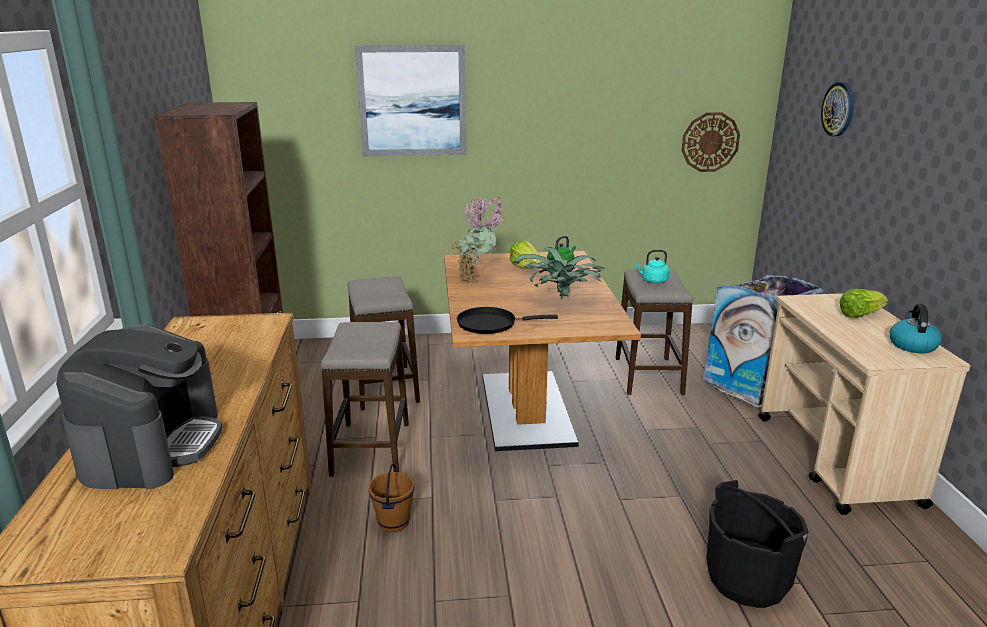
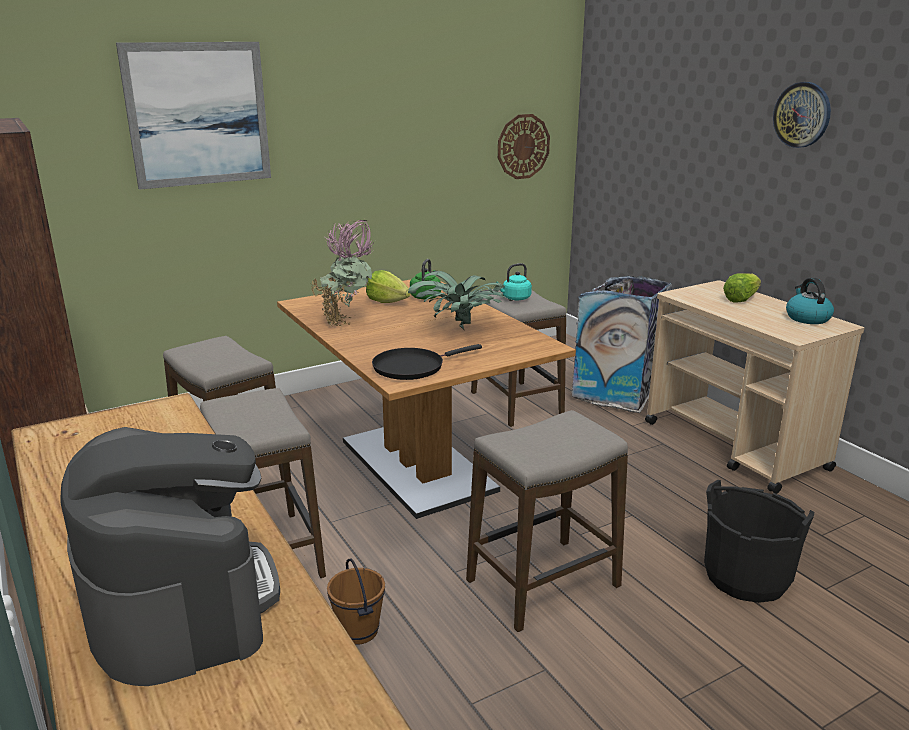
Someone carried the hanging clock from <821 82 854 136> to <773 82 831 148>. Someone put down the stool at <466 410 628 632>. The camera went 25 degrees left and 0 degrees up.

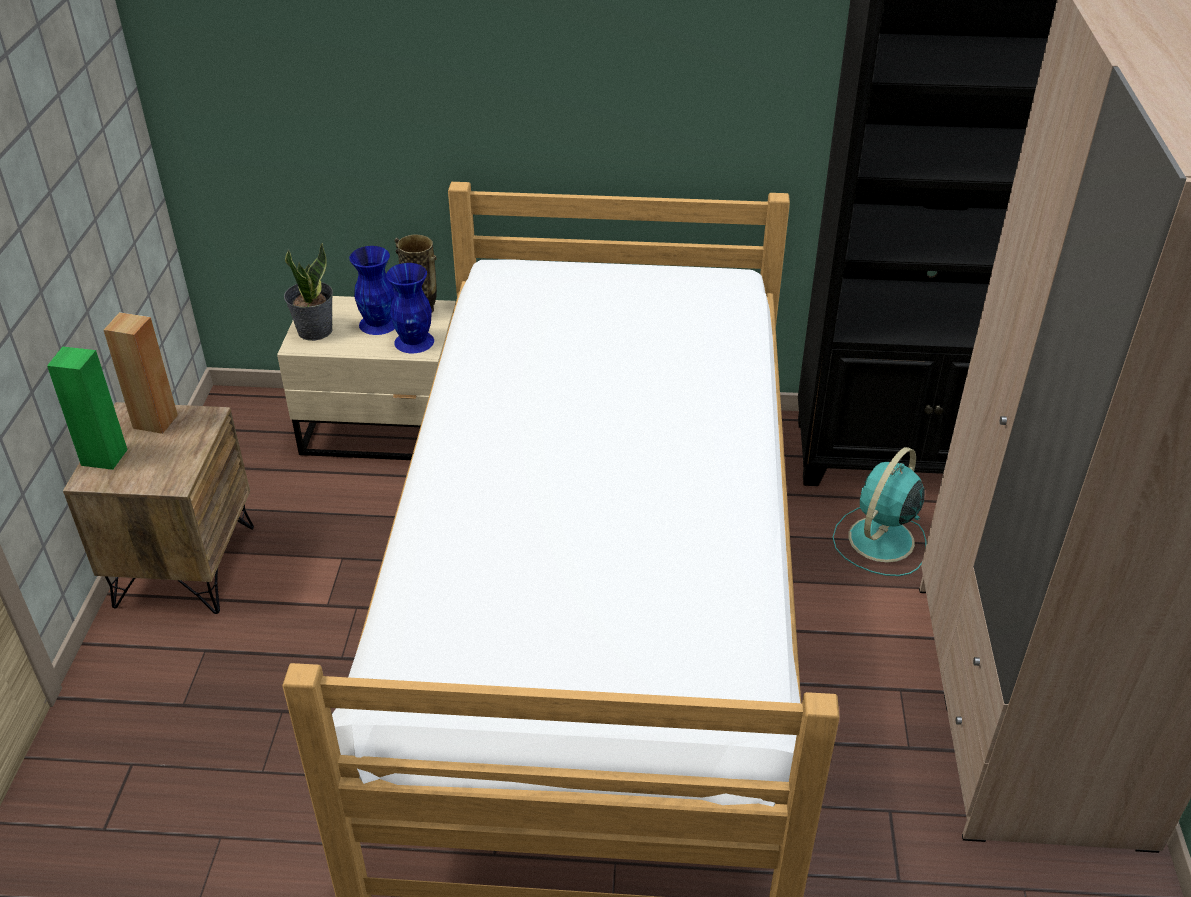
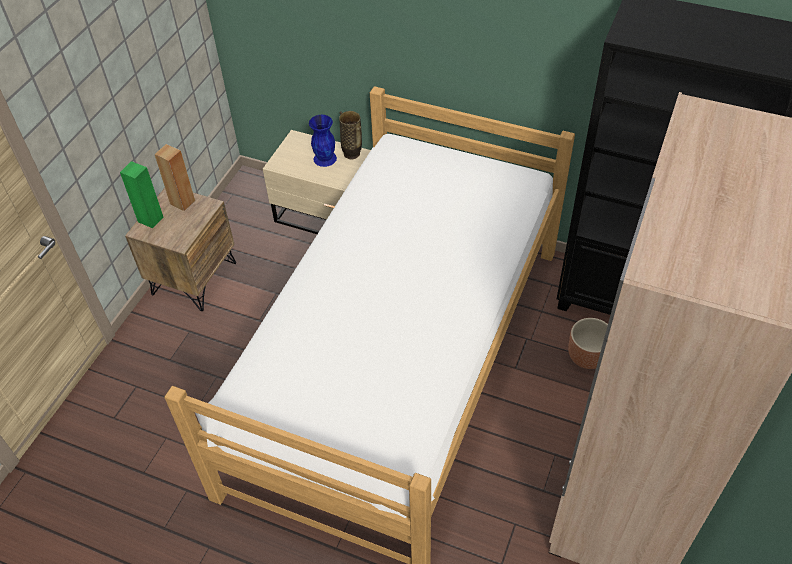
Someone took away the houseplant at <284 243 333 341>. Someone took away the decorative vase (blue-coloured) at <386 263 434 353>. Someone swapped the fan (blue-green) at <832 447 926 576> for the planter (brown-coloured) at <568 318 608 369>. The camera went 20 degrees right and 10 degrees up.

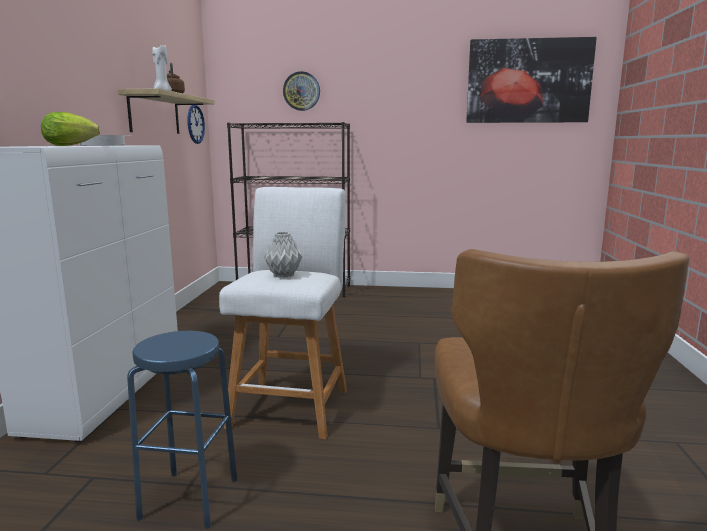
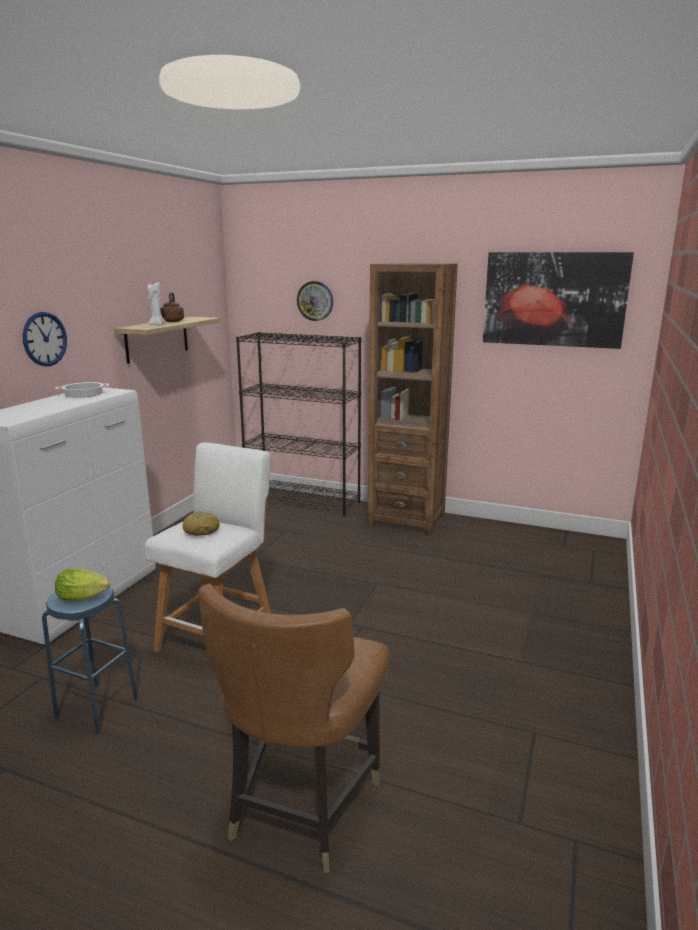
Someone carried the head of lettuce from <41 112 100 146> to <55 568 110 601>. Someone carried the hanging clock from <188 105 205 144> to <23 312 67 366>. Someone swapped the decorative vase (gray) at <264 232 302 278> for the baked bread at <183 511 219 536>. Someone put down the bookcase (brown-coloured) at <367 263 458 536>. The camera went 15 degrees right and 5 degrees up.

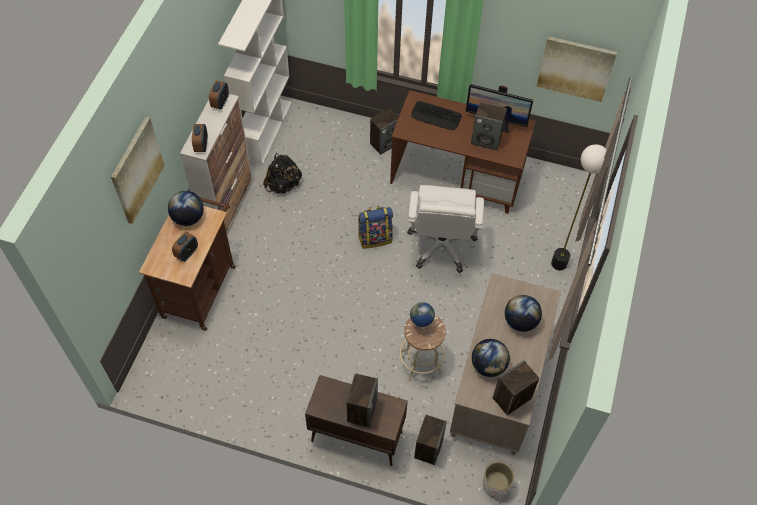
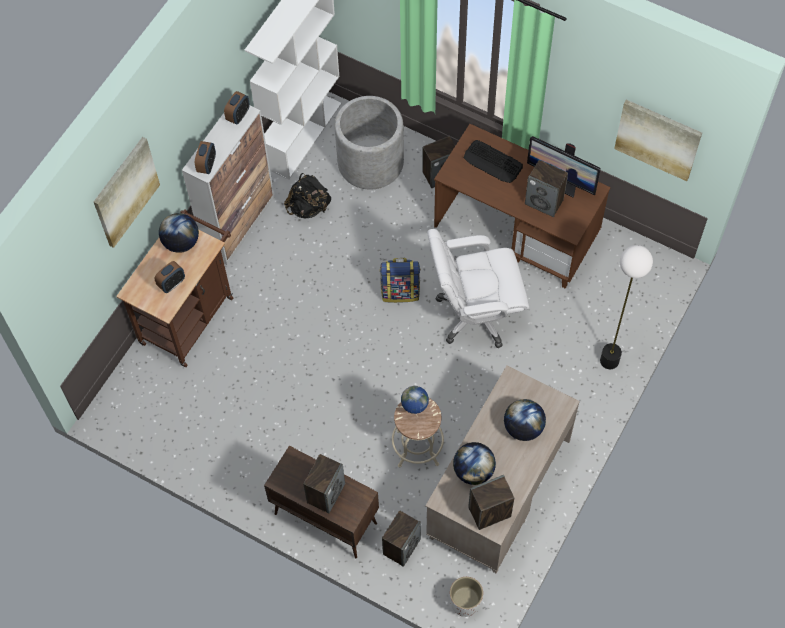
Someone rotated the office chair (white-coloured) at <407 185 484 273> by 60 degrees clockwise. Someone put down the planter (gray) at <335 96 404 190>. The camera went 15 degrees right and 5 degrees up.

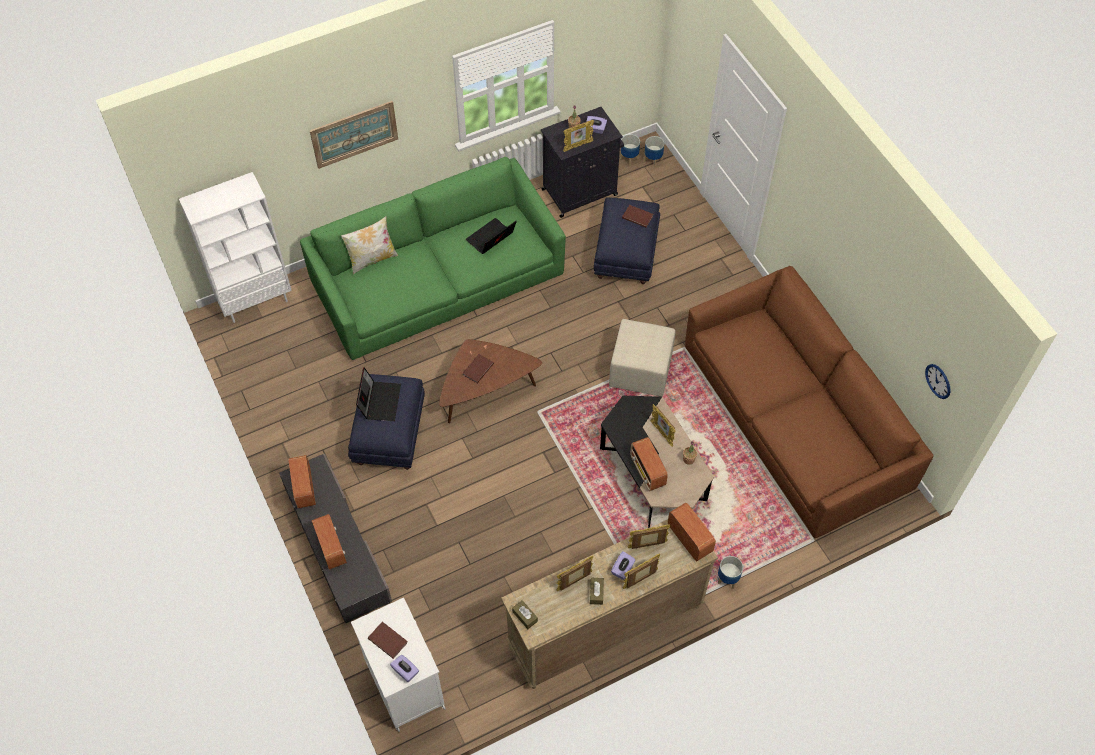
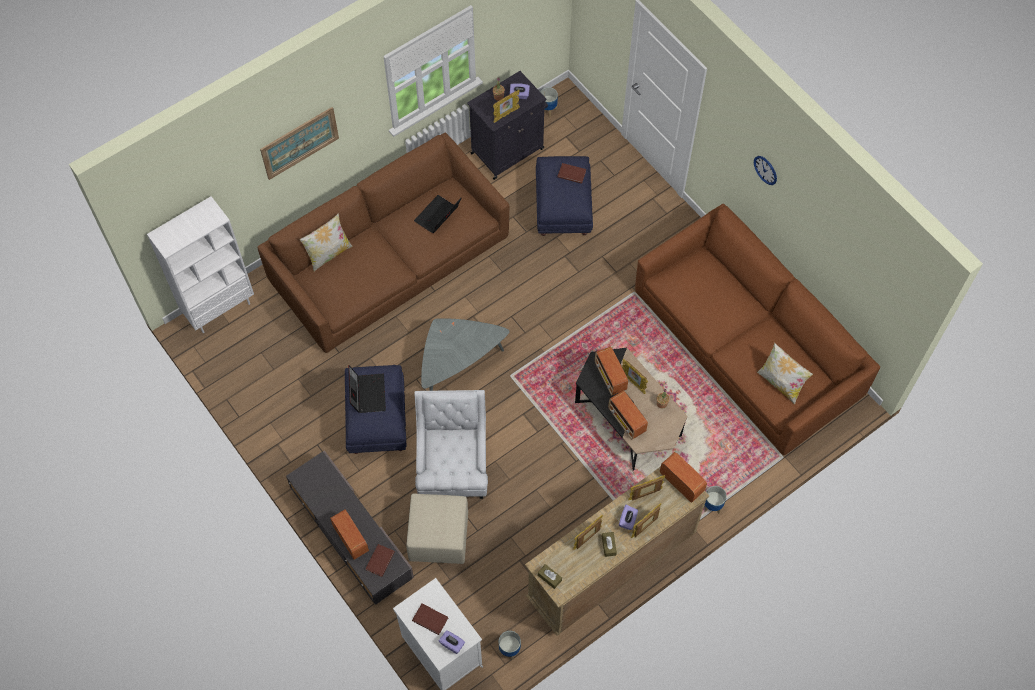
Someone carried the radio from <288 455 316 508> to <595 346 628 395>. Someone repainted the sofa (greenish) at <300 157 566 360>, which became the sofa (brown-coloured) at <258 133 509 353>. Someone repainted the lounge table (brown-coloured) at <439 339 542 423>, which became the lounge table (gray) at <421 319 509 391>. Someone carried the book (brown-coloured) from <462 354 494 383> to <365 544 395 577>. Someone carried the footrest (sand-coloured) from <609 319 676 397> to <406 494 468 564>. Someone carried the planter from <644 136 664 168> to <499 631 521 660>. Someone carried the hanging clock from <925 364 951 399> to <754 156 777 185>. Someone put down the lounge chair (white-coloured) at <415 390 488 499>. Someone put down the cushion at <757 342 813 404>. The camera went 10 degrees left and 5 degrees up.

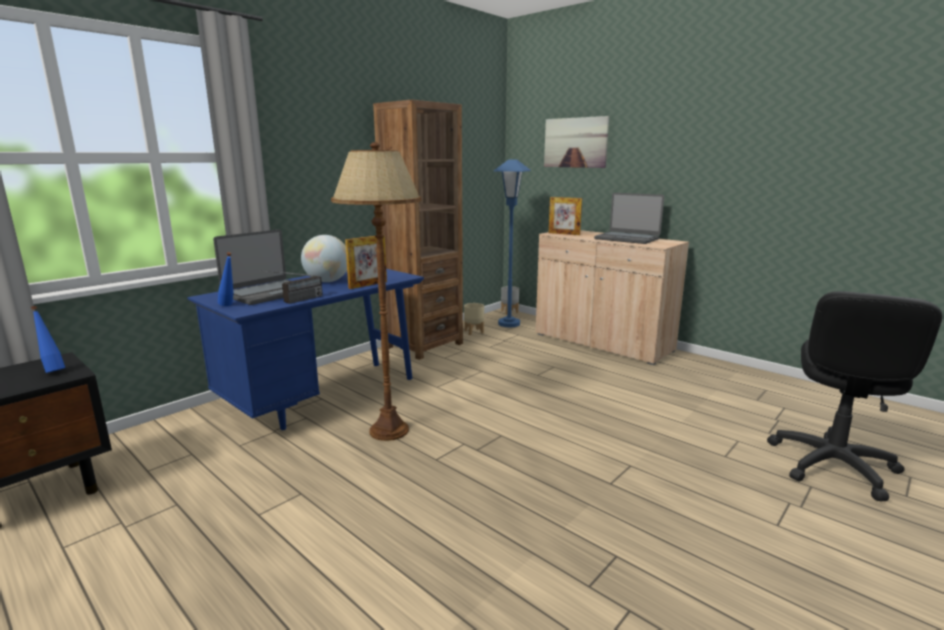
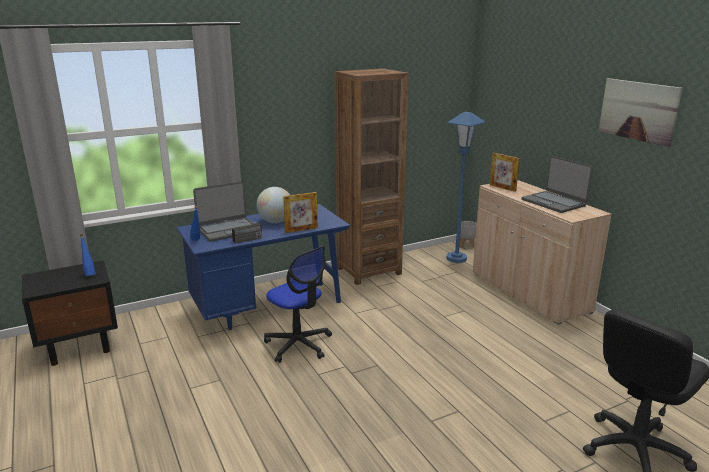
Someone swapped the standard lamp (brown-coloured) at <331 142 421 441> for the office chair at <264 246 332 363>. Someone took away the planter (sand-coloured) at <464 303 484 335>. Someone carried the picture from <544 116 609 168> to <599 78 683 147>. The camera went 20 degrees right and 5 degrees up.

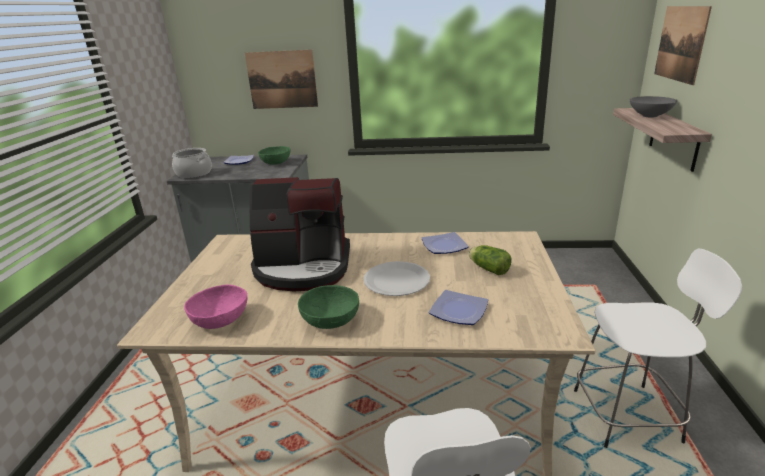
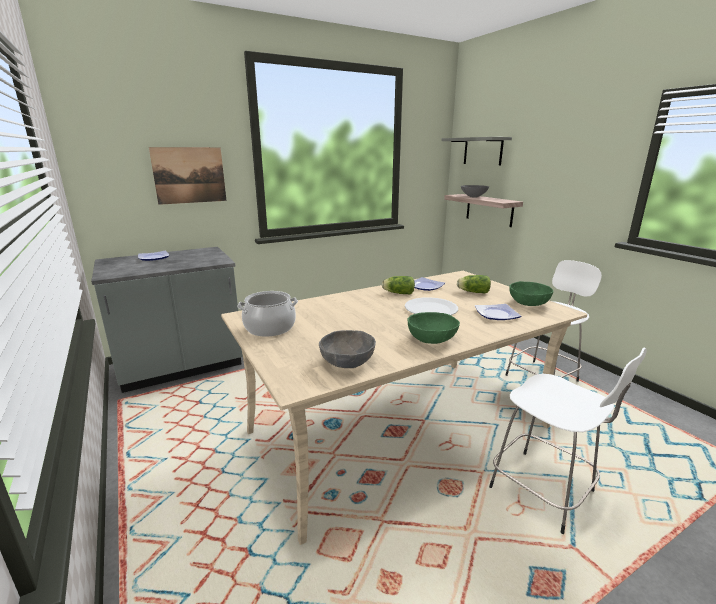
Someone carried the saucepot from <172 148 212 178> to <237 291 298 337>. Someone repainted the bowl (pink-coloured) at <184 284 247 329>, which became the bowl (gray) at <319 330 376 368>. Someone took away the coffee maker at <250 177 350 291>. Someone carried the bowl (greenish) from <258 146 291 165> to <509 281 554 306>. Someone swapped the picture at <654 6 712 85> for the shelf (gray) at <441 137 512 165>. Someone put down the head of lettuce at <382 276 415 294>. The camera went 35 degrees left and 5 degrees down.

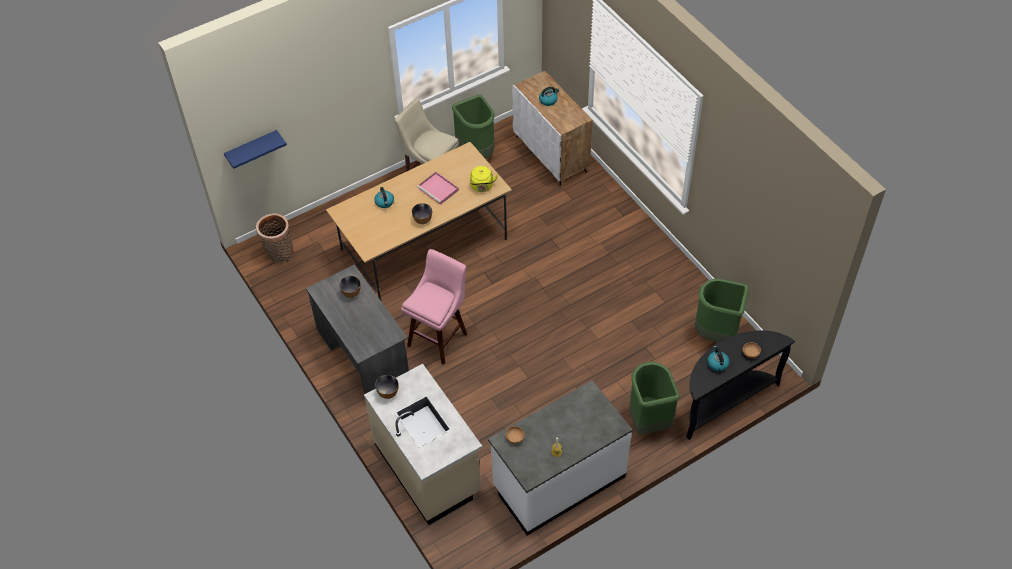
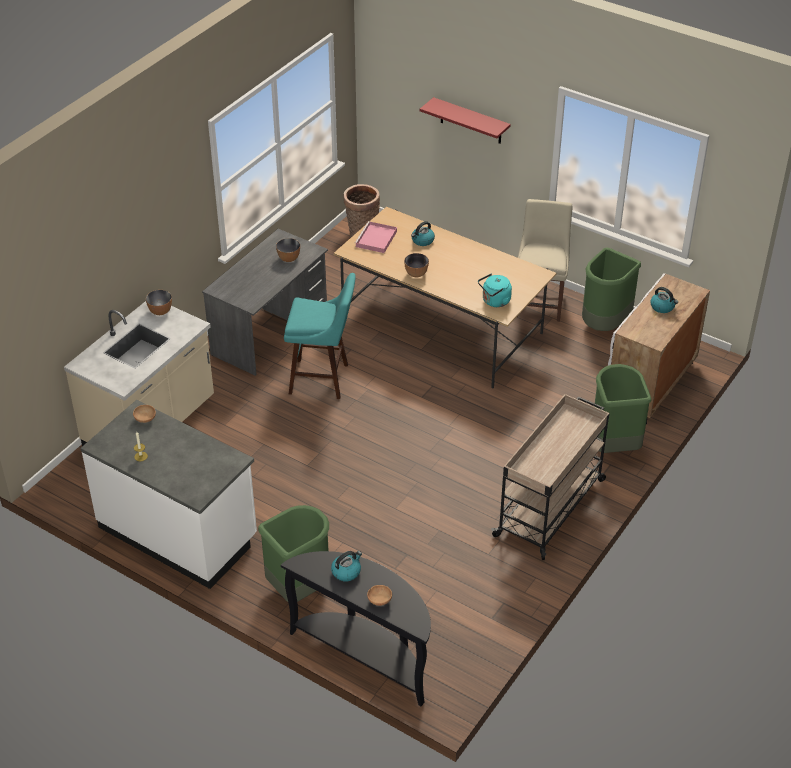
Someone took away the shelf (blue-coloured) at <224 130 287 169>. Someone repainted the stool (pink-coloured) at <401 249 467 365>, which became the stool (blue-green) at <284 273 356 399>. Someone carried the carrying tray (pink-coloured) from <417 172 459 205> to <354 221 397 253>. Someone repainted the water kettle (yellow) at <470 166 498 192>, which became the water kettle (blue-green) at <478 274 512 307>. Someone carried the trash can (greenish) from <695 279 749 343> to <594 364 652 453>. Someone put up the shelf (reddish) at <420 97 511 144>. Someone put down the cart (sand-coloured) at <491 394 609 560>. The camera went 65 degrees right and 10 degrees down.

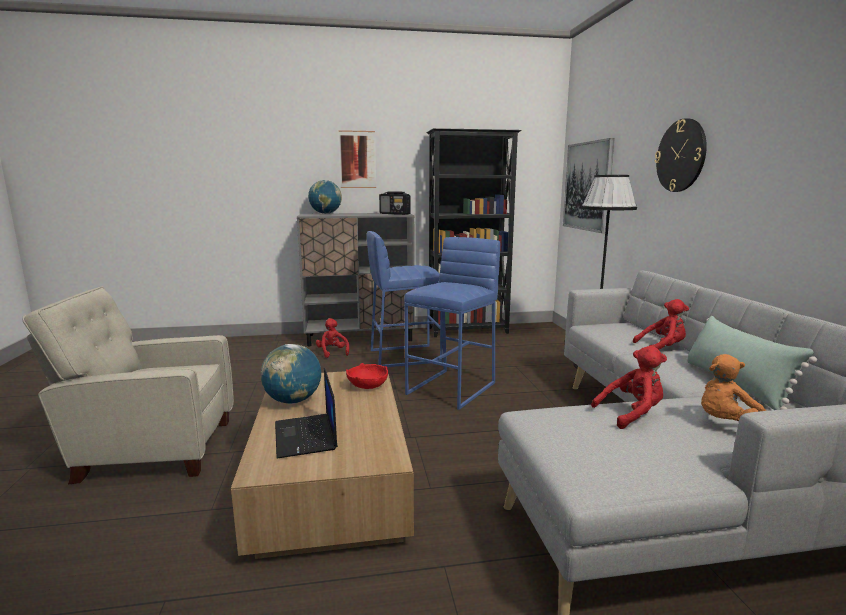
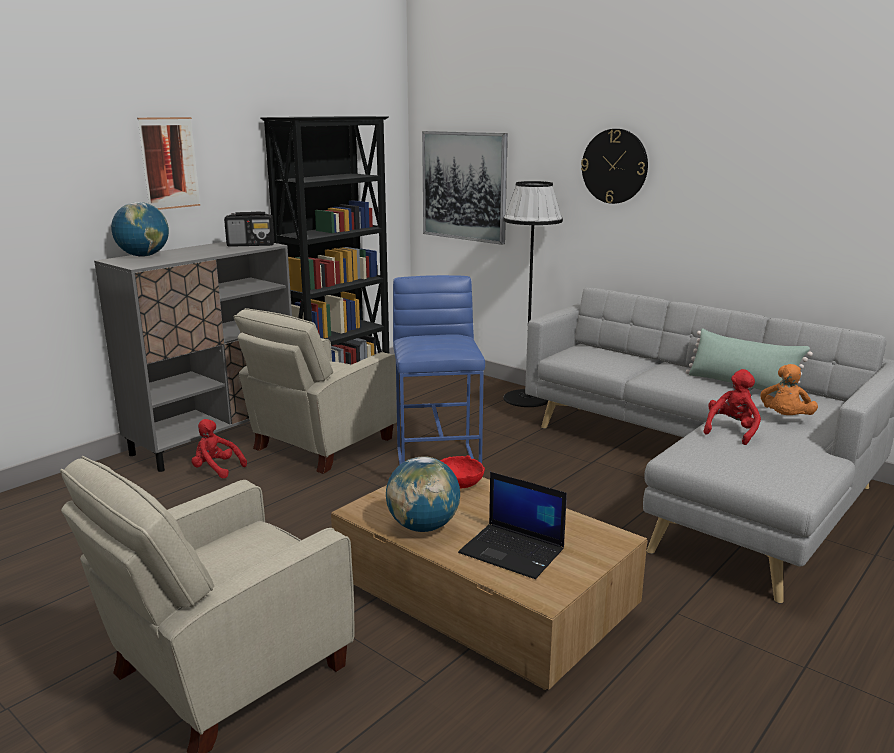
Someone swapped the stool (blue-coloured) at <367 231 443 367> for the lounge chair (sand-coloured) at <234 308 397 474>. Someone took away the cuddly toy (reddish) at <633 299 689 350>. The camera went 40 degrees left and 5 degrees up.

